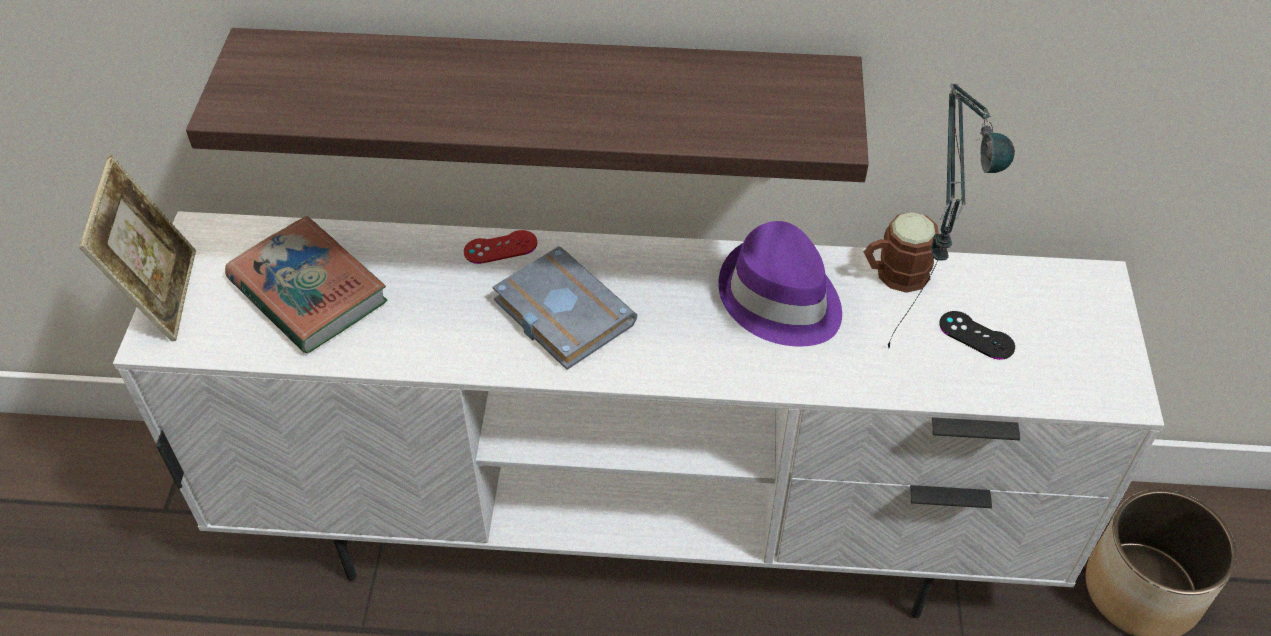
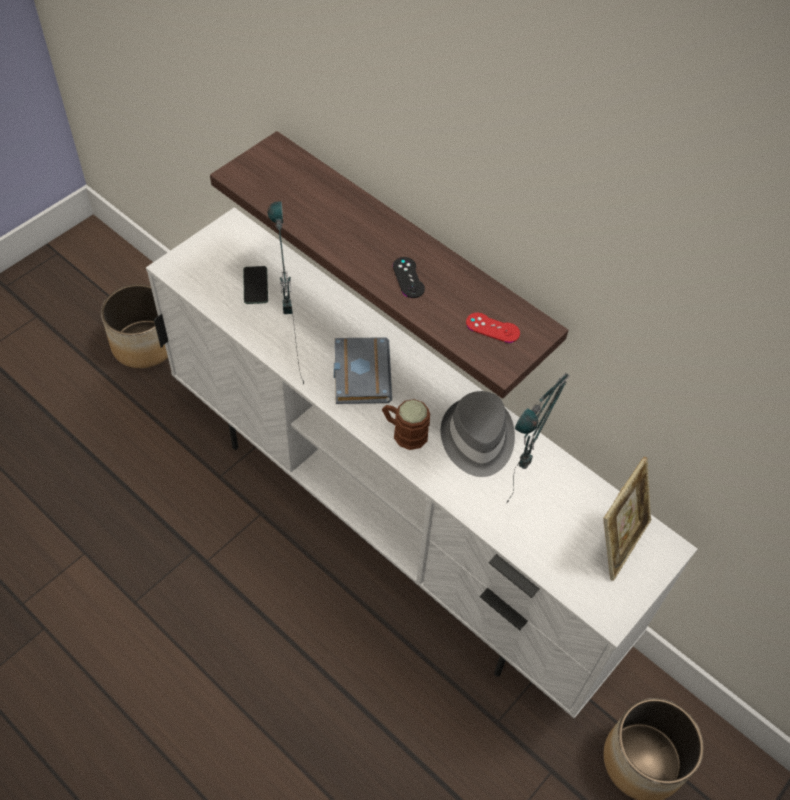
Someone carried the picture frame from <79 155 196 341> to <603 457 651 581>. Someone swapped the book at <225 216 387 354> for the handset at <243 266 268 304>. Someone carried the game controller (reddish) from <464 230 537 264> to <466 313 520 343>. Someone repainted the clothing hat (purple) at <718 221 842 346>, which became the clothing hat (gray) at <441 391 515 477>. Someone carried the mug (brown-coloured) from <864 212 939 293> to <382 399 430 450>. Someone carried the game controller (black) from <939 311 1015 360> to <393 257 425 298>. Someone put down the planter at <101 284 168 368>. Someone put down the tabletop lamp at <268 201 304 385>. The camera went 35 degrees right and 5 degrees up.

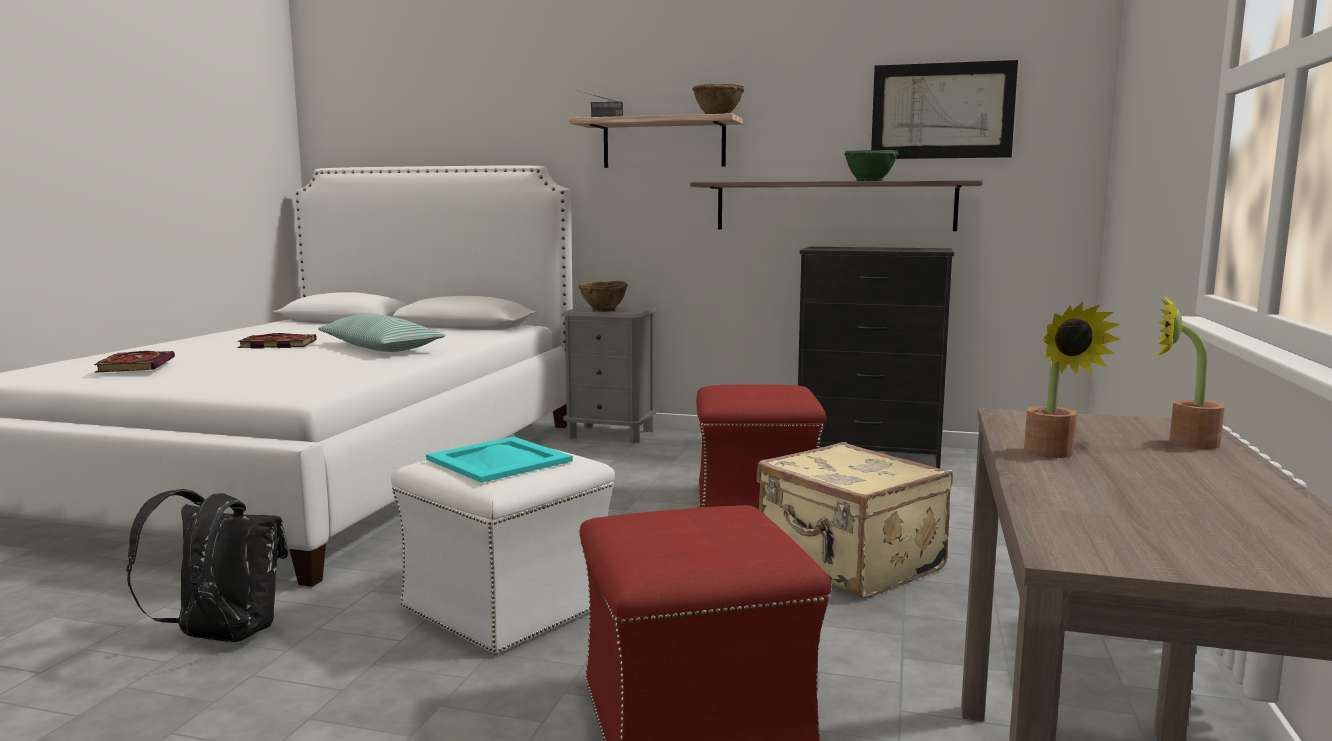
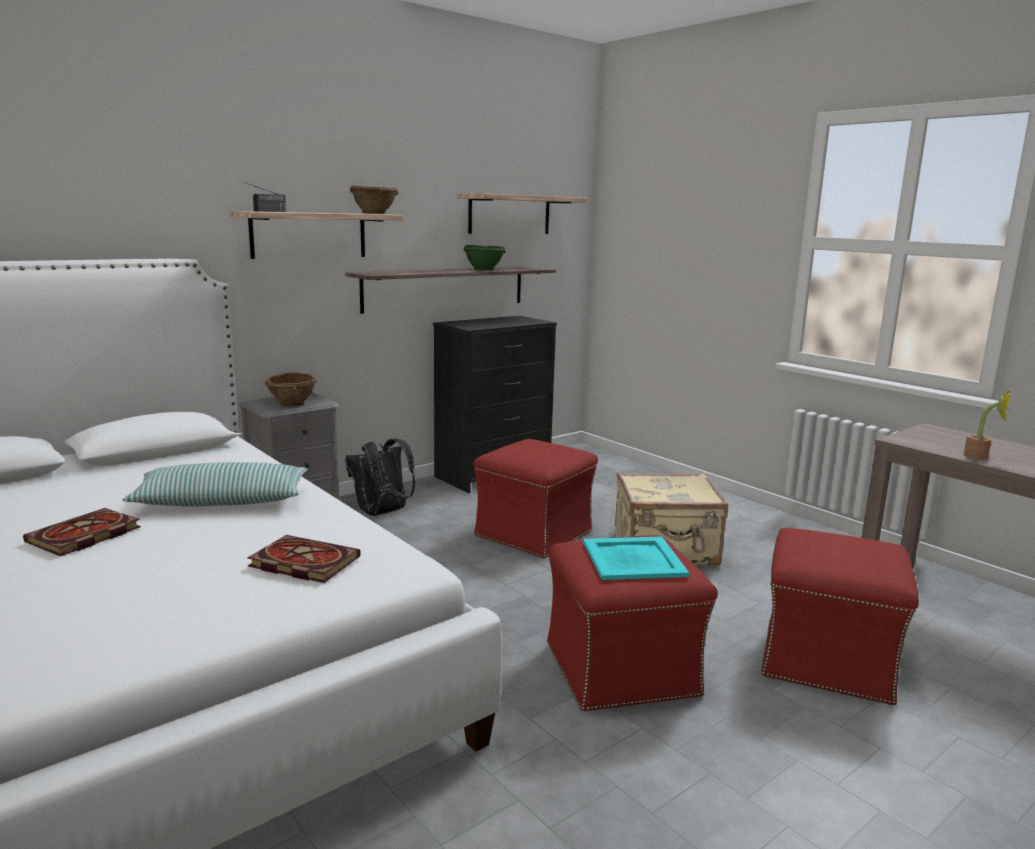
Someone carried the book from <94 351 175 373> to <248 535 361 583>. Someone carried the backpack (black) from <126 489 288 642> to <345 438 415 516>. Someone repainted the footrest (white-coloured) at <391 448 615 655>, which became the footrest (reddish) at <547 535 718 712>. Someone swapped the picture at <871 60 1018 159> for the shelf at <457 194 587 234>. Someone took away the houseplant at <1156 295 1225 449>. The camera went 55 degrees left and 5 degrees up.

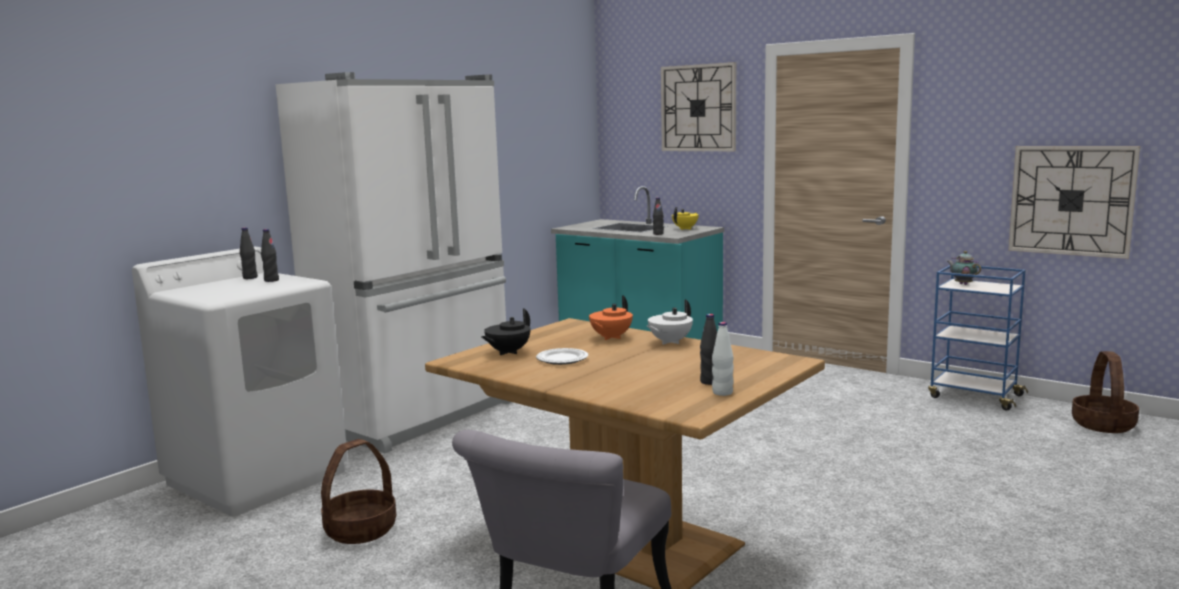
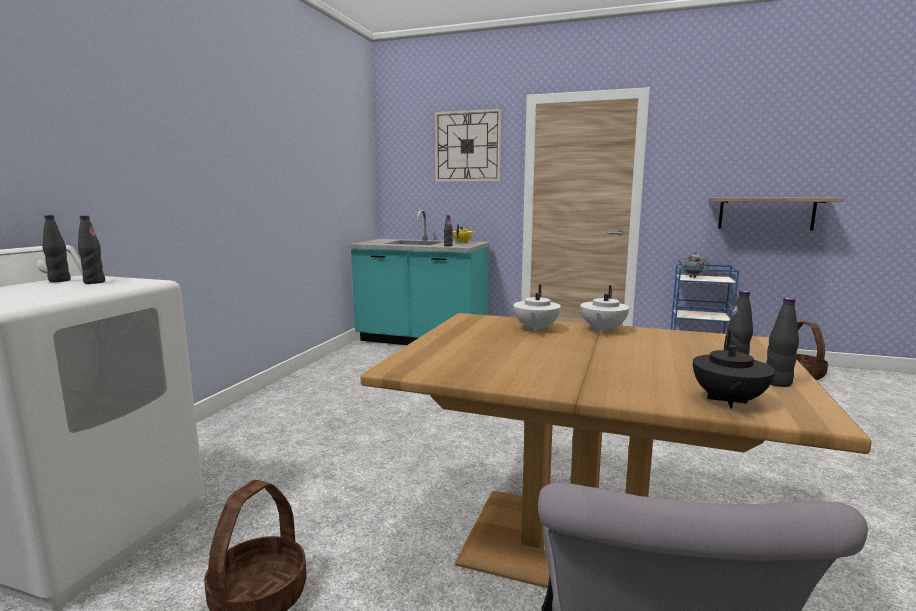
Someone took away the fridge (white-coloured) at <275 72 511 453>. Someone carried the tea pot (black) from <481 308 531 355> to <693 330 775 409>. Someone took away the dinner plate at <536 348 588 365>. Someone repainted the tea pot (orange-coloured) at <589 295 633 340>, which became the tea pot (white-coloured) at <513 284 561 332>. Someone repainted the beverage bottle (white-coloured) at <712 322 734 396>, which became the beverage bottle (black) at <766 298 799 387>. Someone swapped the hanging clock at <1008 146 1140 259> for the shelf at <708 198 844 230>. The camera went 20 degrees left and 0 degrees up.

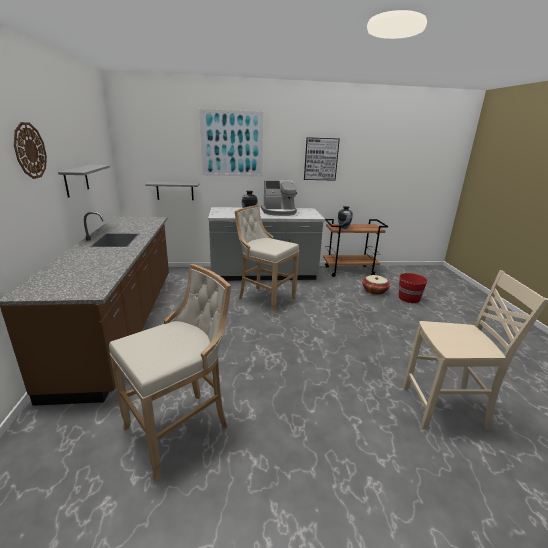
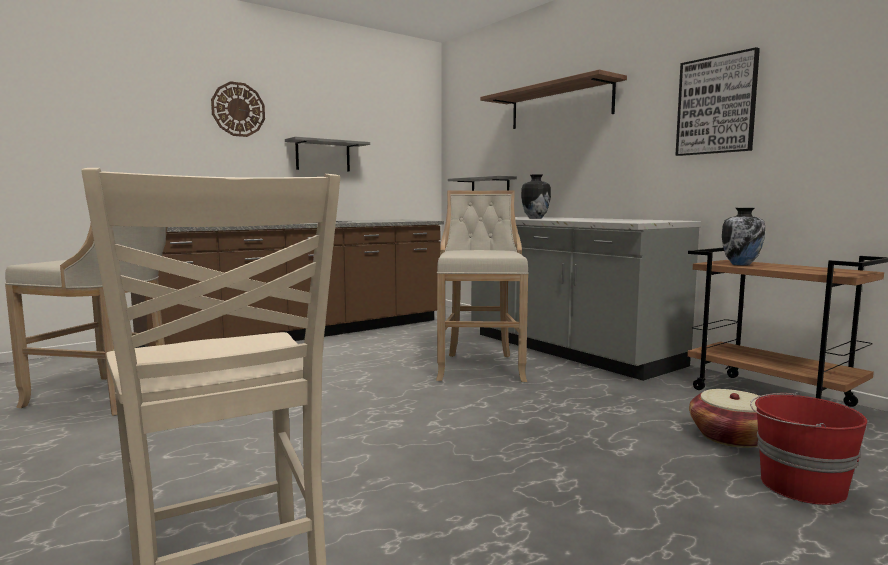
Someone swapped the picture at <199 109 263 177> for the shelf at <480 69 627 129>. Someone took away the coffee maker at <261 180 297 216>. The camera went 60 degrees right and 15 degrees down.

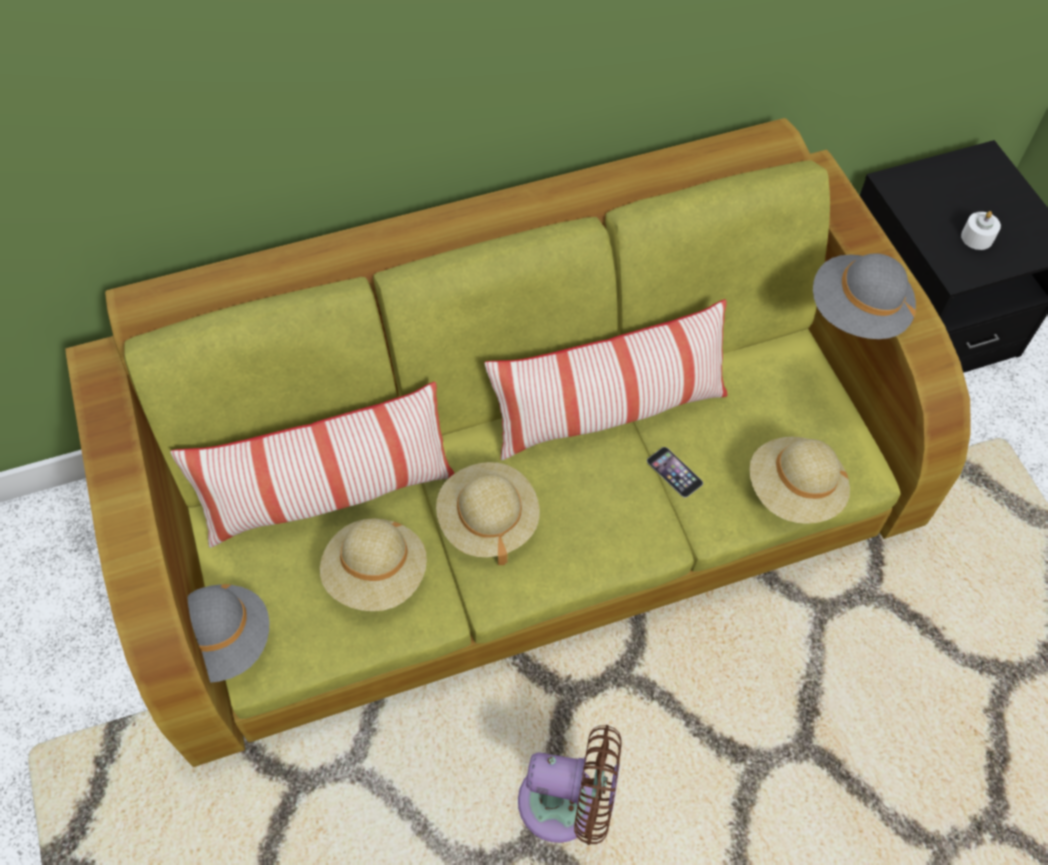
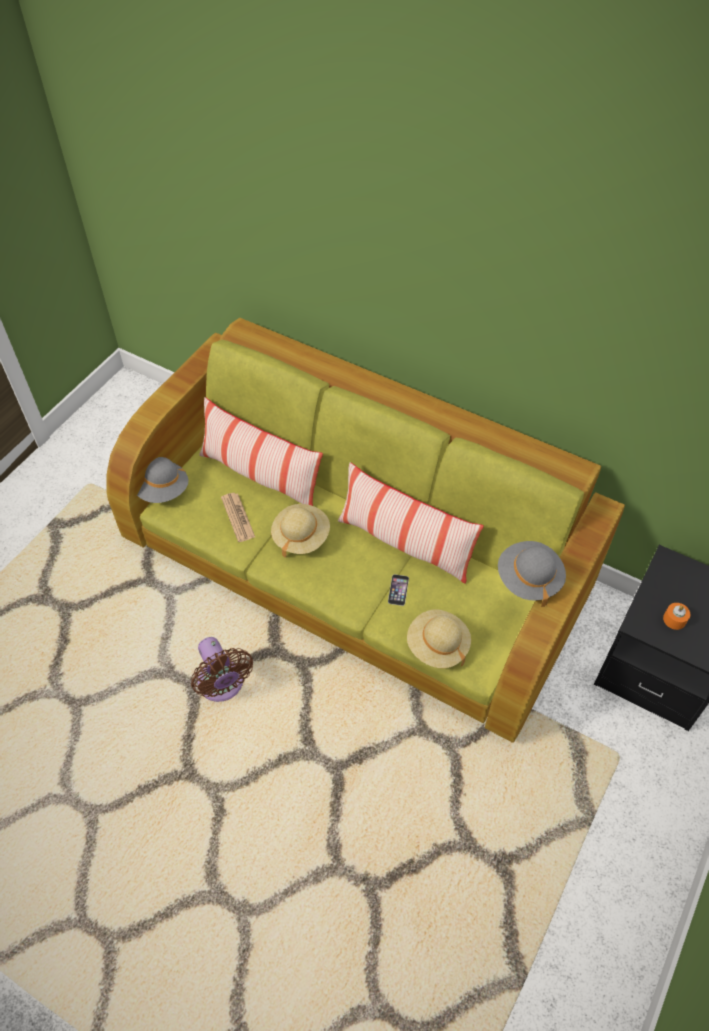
Someone swapped the clothing hat (sand-coloured) at <320 519 427 611> for the printed paper at <221 493 255 542>. Someone repainted the wax candle (white-coloured) at <961 211 1001 250>, which became the wax candle (orange-coloured) at <663 603 690 630>. The camera went 50 degrees right and 5 degrees down.

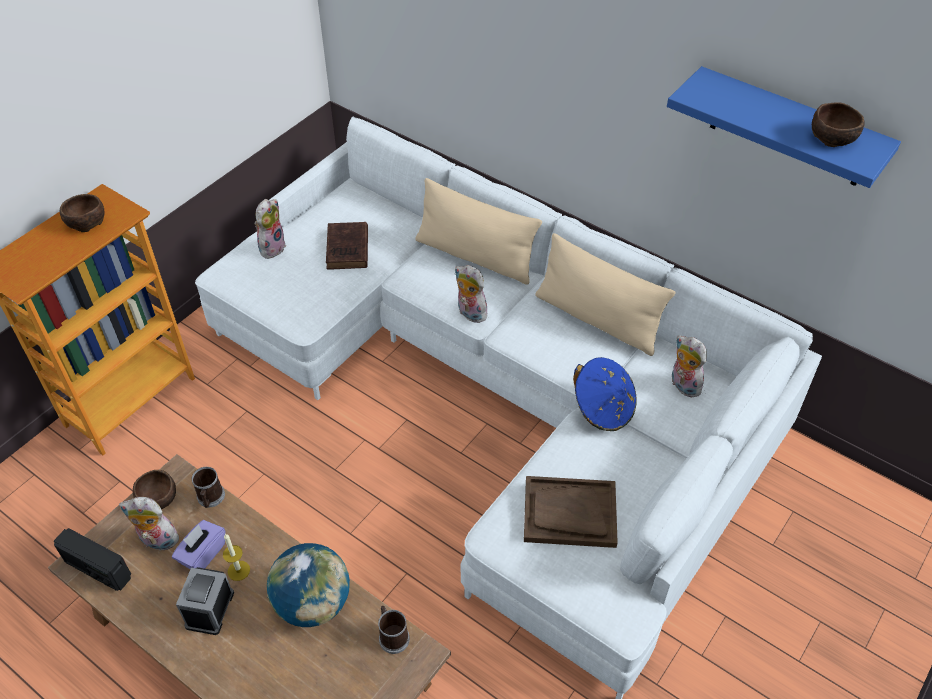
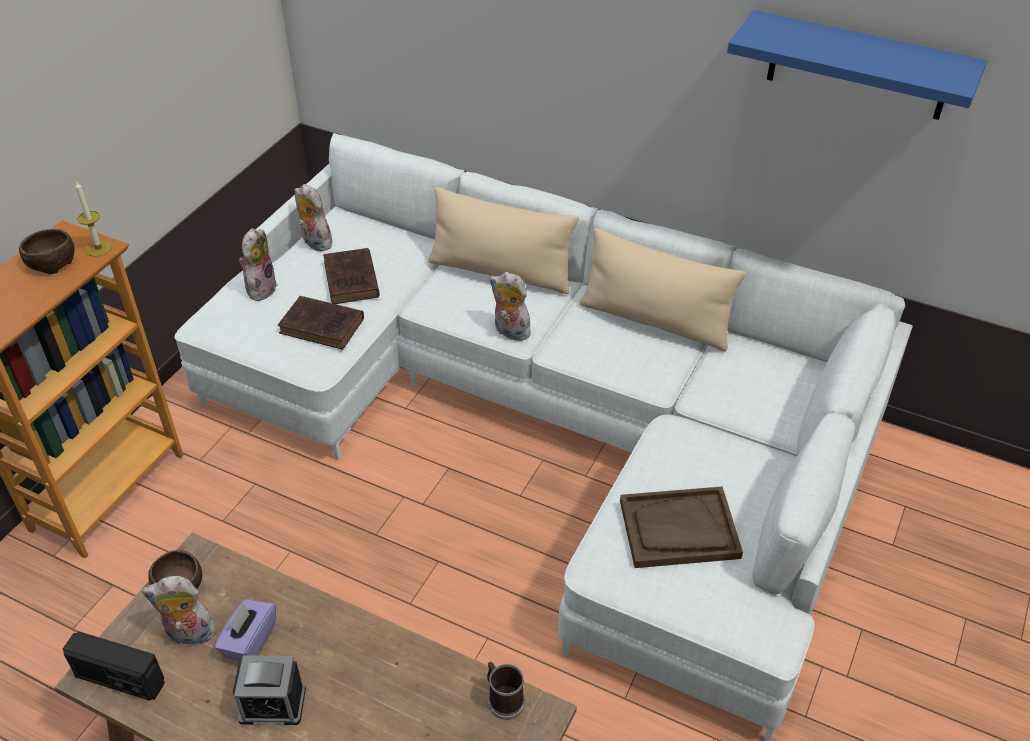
Someone rotated the table clock at <176 567 234 635> by 90 degrees counterclockwise. Someone took away the mug at <191 467 225 508>. Someone carried the wax candle from <223 534 250 581> to <75 182 112 257>. Someone took away the desk globe at <267 543 350 627>. Someone took away the clothing hat (blue-coloured) at <573 357 637 431>. Someone carried the cuddly toy from <672 335 707 397> to <295 184 332 251>. Someone took away the bowl (brown-coloured) at <812 102 865 147>. Someone put down the book (brown-coloured) at <278 296 364 350>. The camera went 10 degrees left and 5 degrees down.

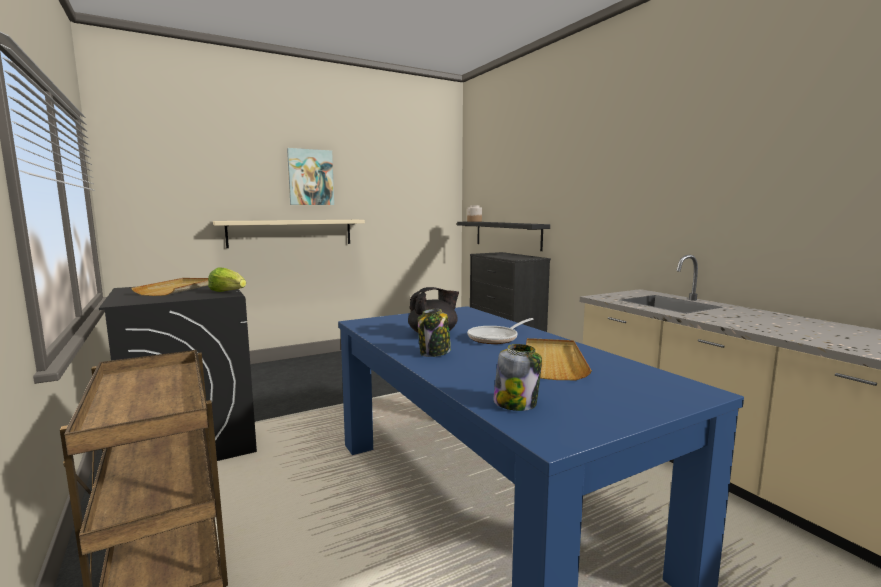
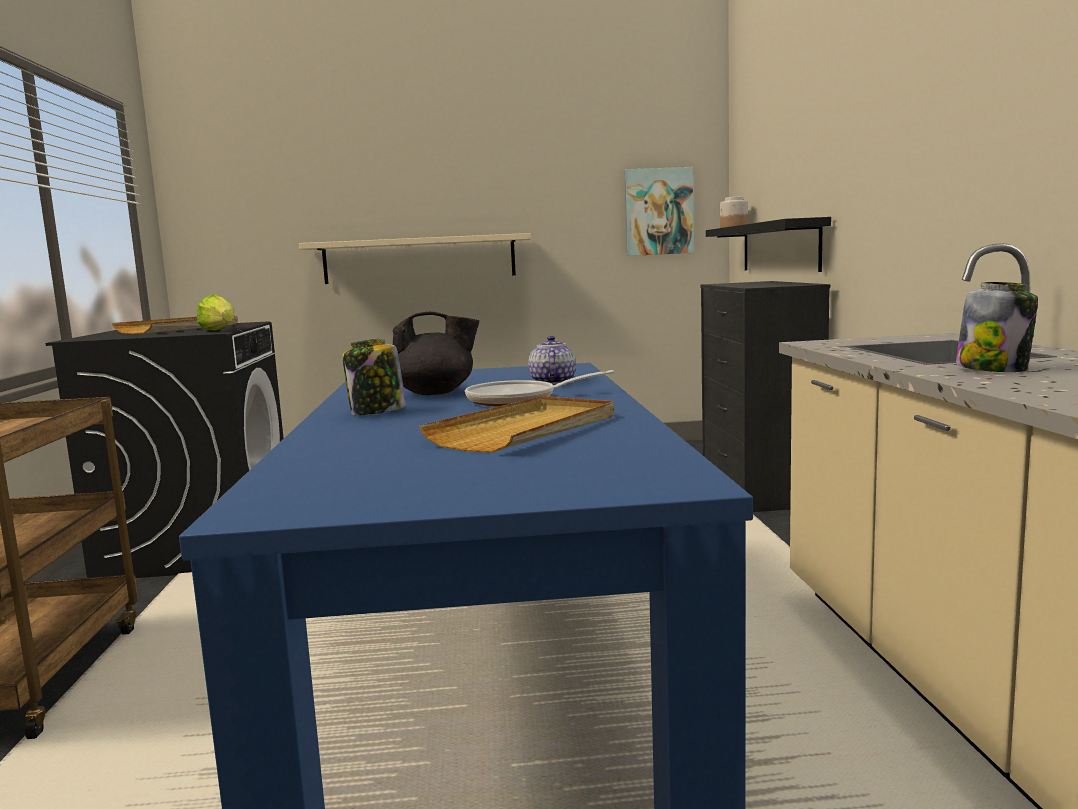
Someone carried the picture from <287 148 334 205> to <625 167 694 256>. Someone carried the preserve jar from <493 344 542 411> to <956 282 1038 372>. Someone put down the tea pot at <528 336 576 384>. The camera went 25 degrees right and 0 degrees up.

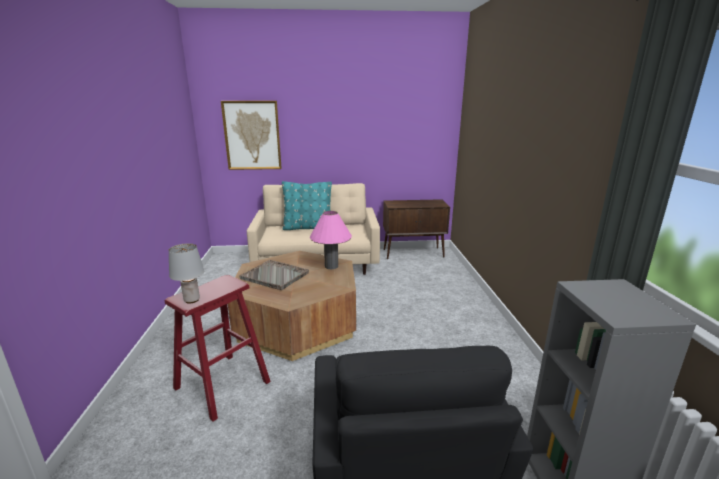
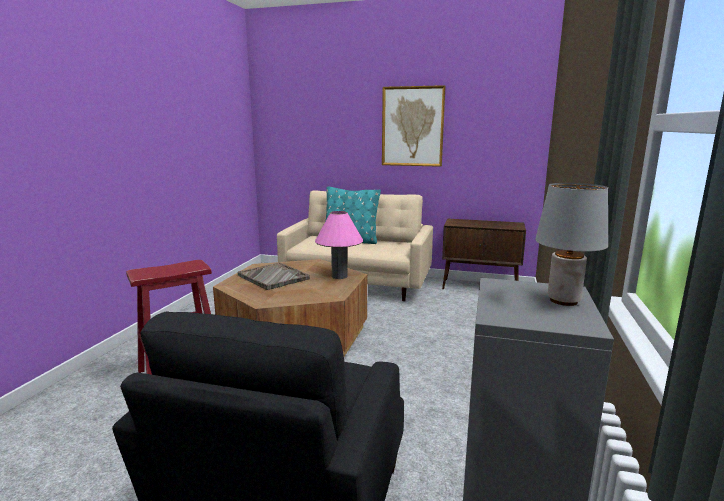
Someone carried the tabletop lamp (gray) from <169 243 204 304> to <535 183 608 306>. Someone carried the picture from <221 101 282 170> to <382 85 446 167>. The camera went 20 degrees right and 5 degrees down.

